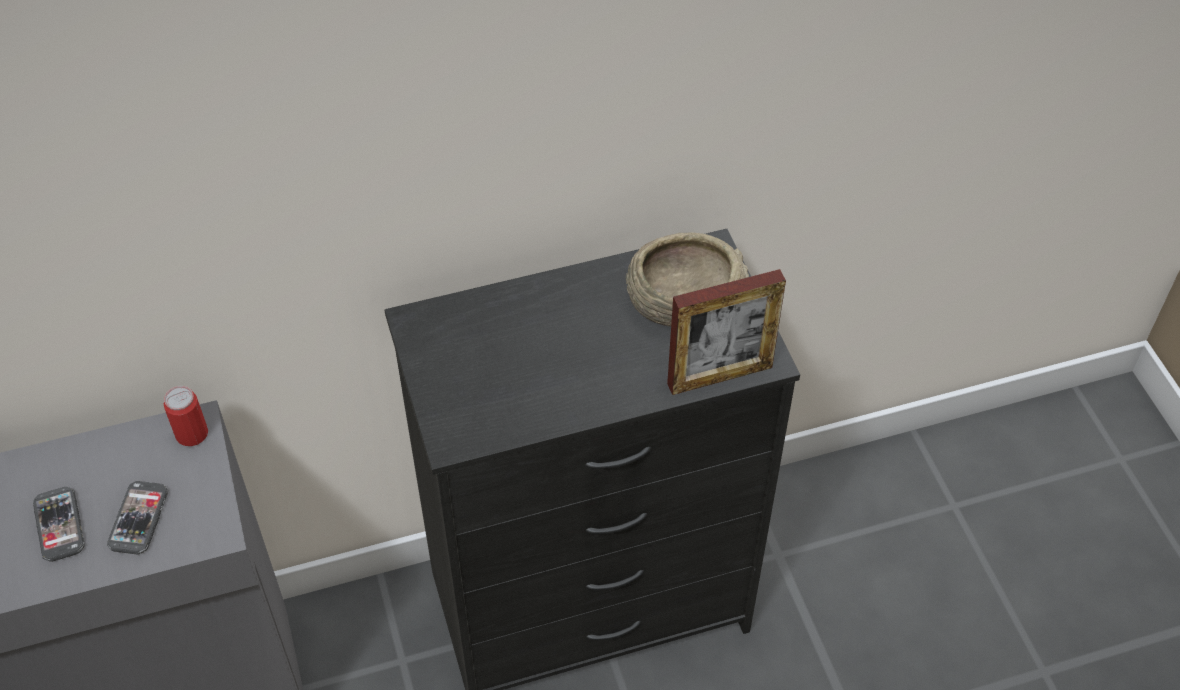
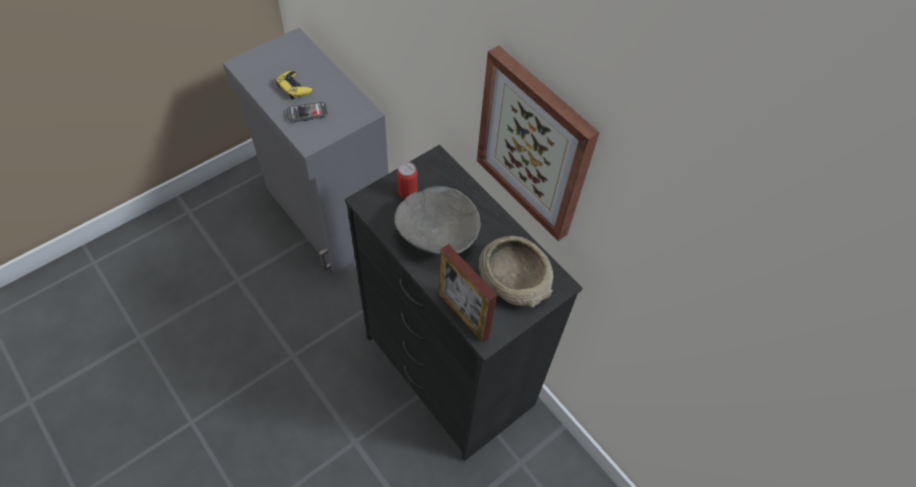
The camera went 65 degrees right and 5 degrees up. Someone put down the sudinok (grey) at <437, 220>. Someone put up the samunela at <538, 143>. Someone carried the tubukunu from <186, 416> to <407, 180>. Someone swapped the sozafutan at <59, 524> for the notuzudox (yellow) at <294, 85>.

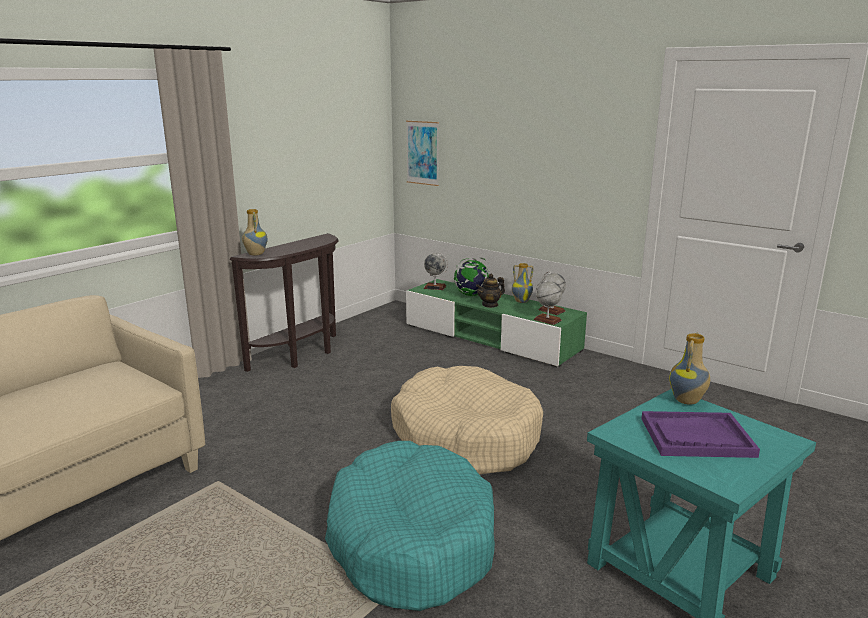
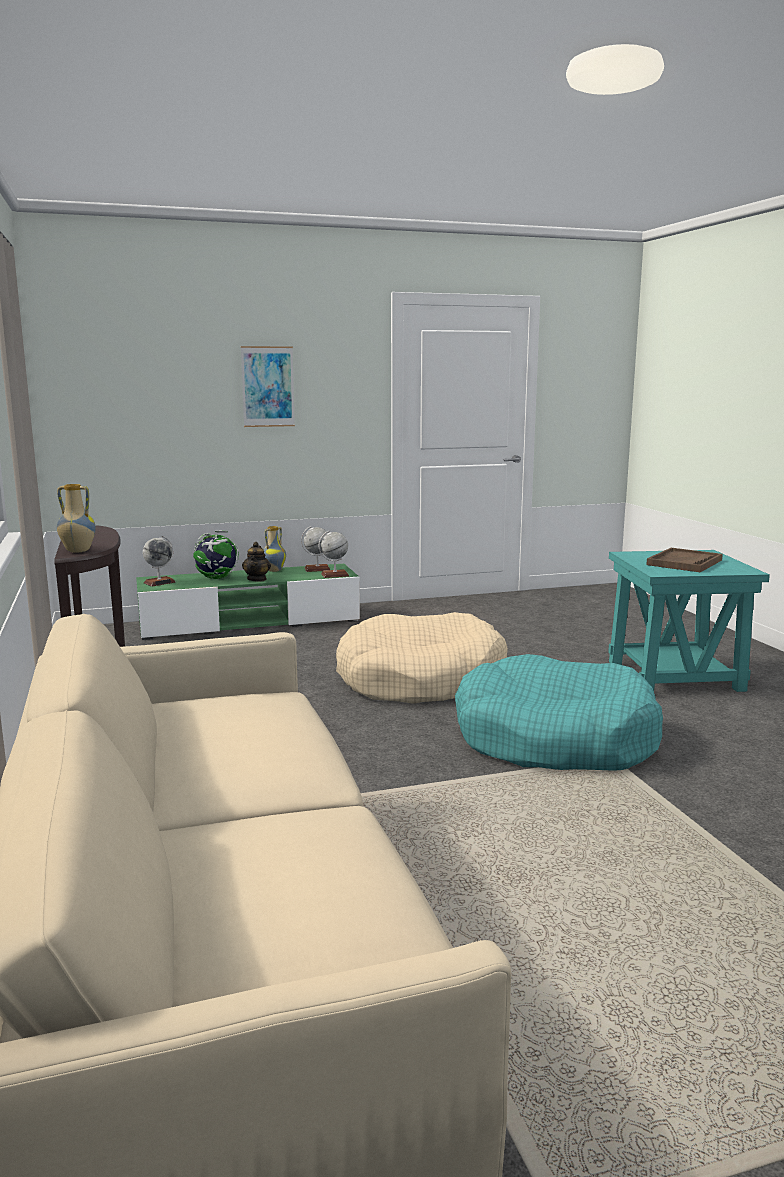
The camera went 55 degrees left and 5 degrees down. Someone took away the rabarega at <689, 369>. Someone carried the samunela from <422, 153> to <268, 386>. Someone repainted the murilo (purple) at <700, 434>, which became the murilo (brown) at <684, 560>.

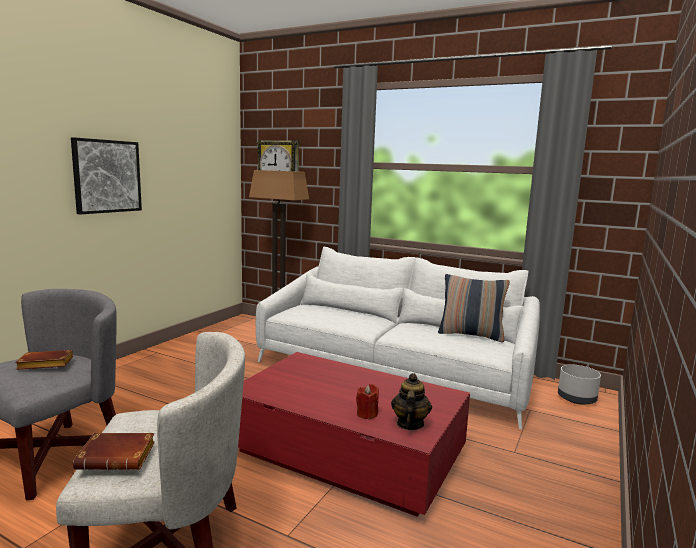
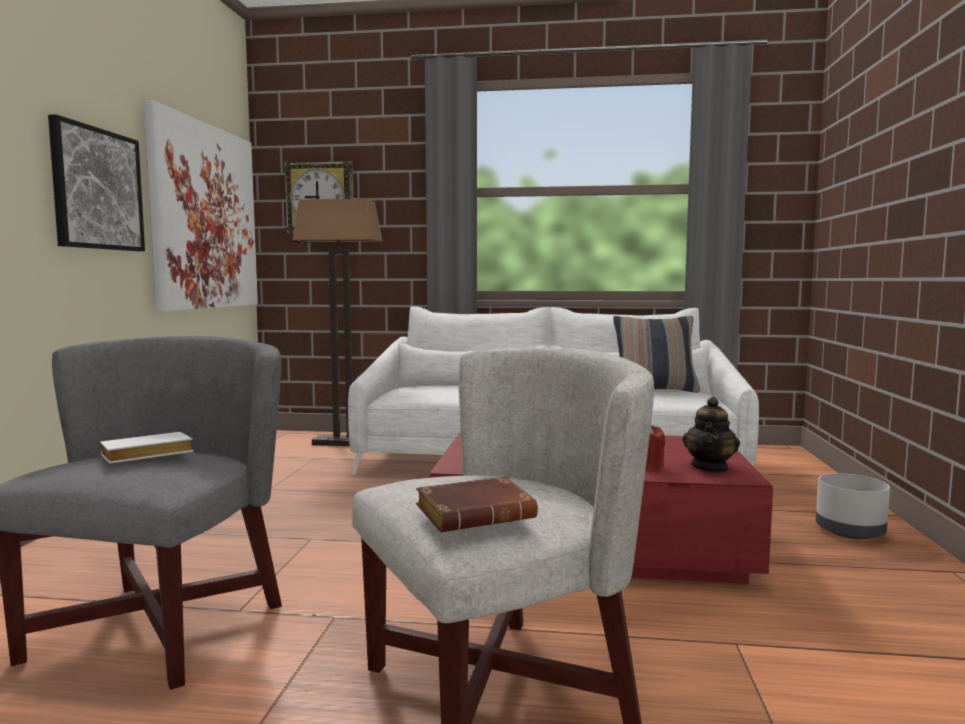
The camera went 20 degrees left and 5 degrees down. Someone put up the samunela at <201, 206>. Someone carried the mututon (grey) from <579, 385> to <853, 506>. Someone repainted the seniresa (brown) at <44, 360>, which became the seniresa (white) at <146, 448>. Someone rotated the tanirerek at <411, 401> by 150 degrees counterclockwise.

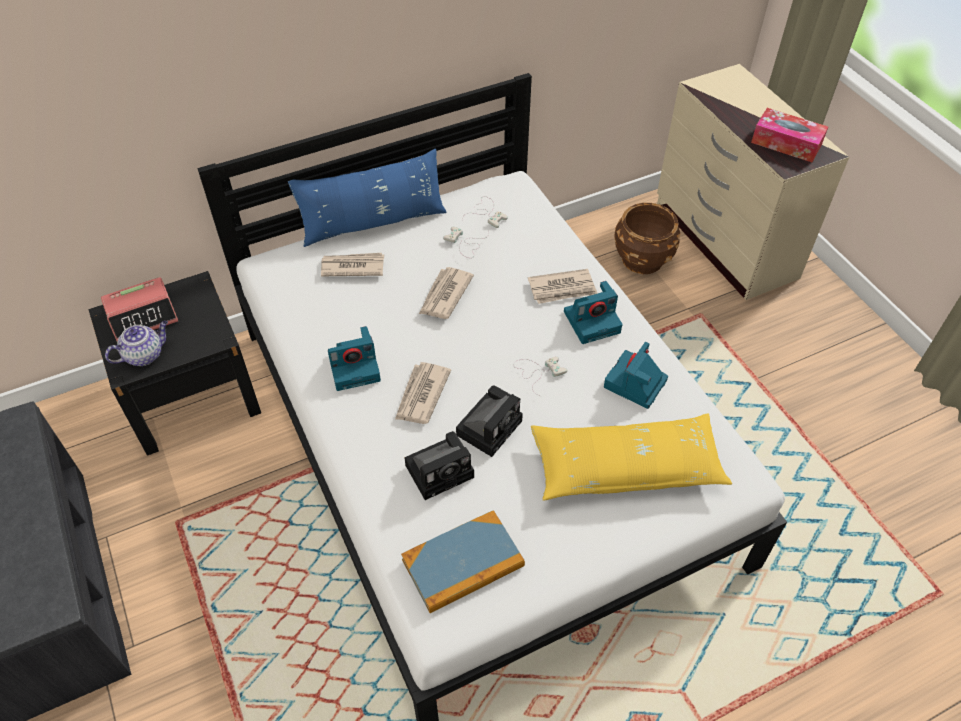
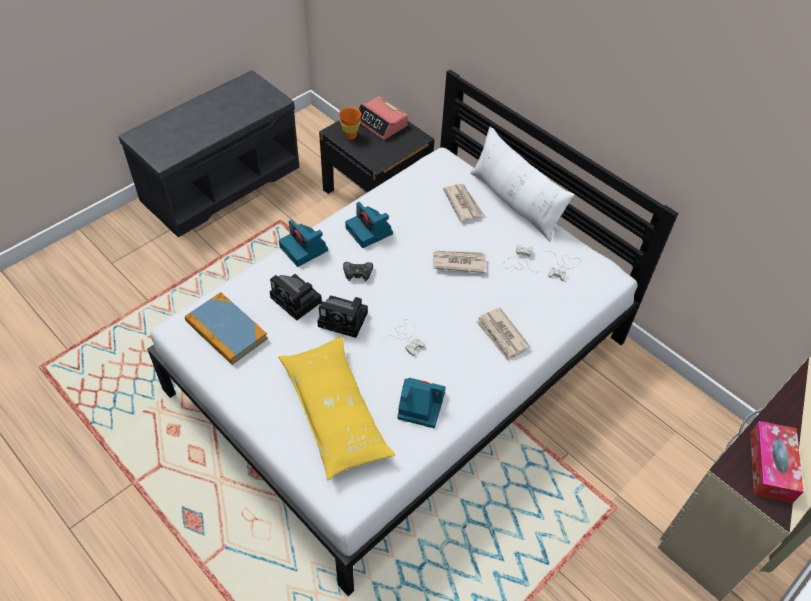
The camera went 70 degrees right and 0 degrees up. Someone took away the mututon (brown) at <647, 238>. Someone carried the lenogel from <593, 312> to <303, 243>. Someone swapped the tanirerek at <136, 343> for the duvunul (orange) at <350, 123>. Someone swapped the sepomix at <423, 393> for the notuzudox (black) at <358, 271>. Someone repainted the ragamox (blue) at <367, 198>, which became the ragamox (white) at <522, 184>.

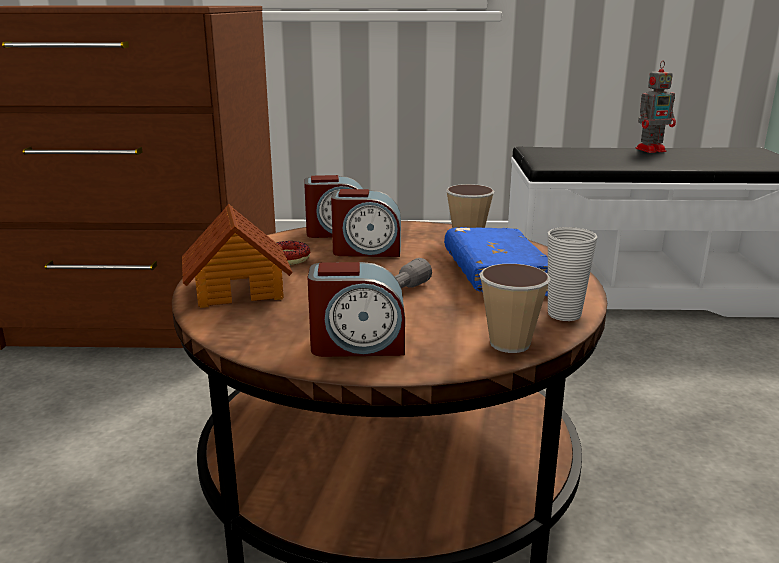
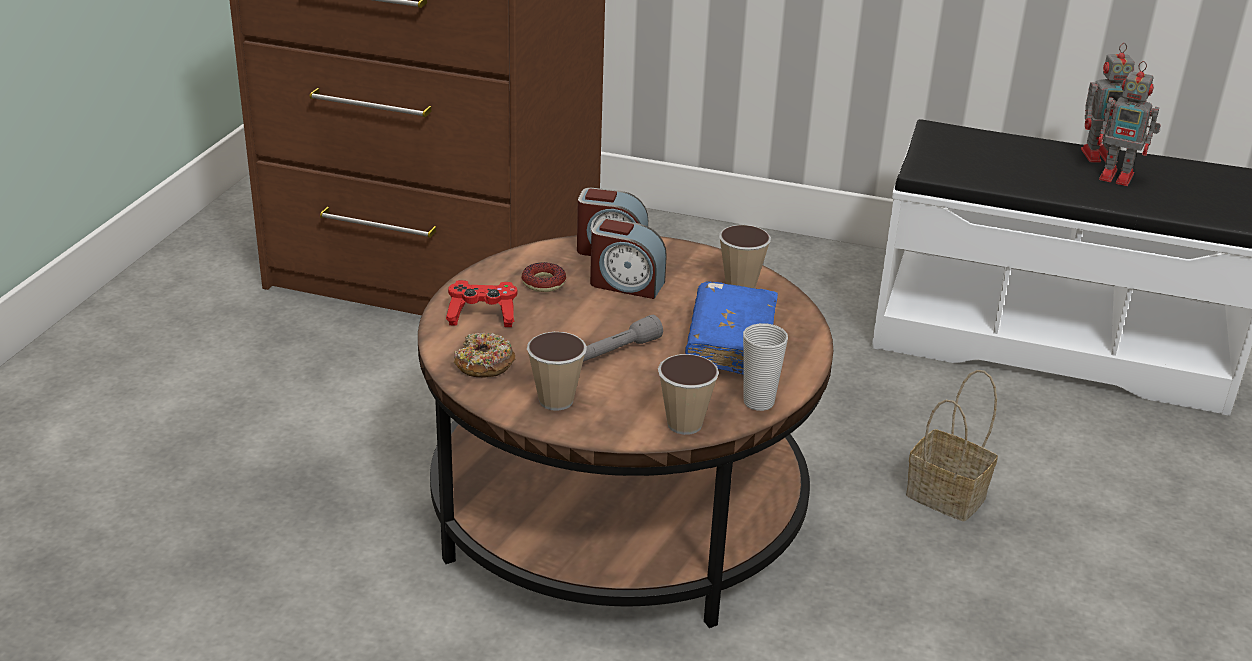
The camera went 15 degrees right and 10 degrees up. Someone put down the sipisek at <485, 355>. Someone put down the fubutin at <952, 445>. Someone put down the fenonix at <1129, 123>. Someone swapped the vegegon at <237, 256> for the notuzudox (red) at <481, 303>. Someone swapped the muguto at <356, 309> for the duvunul at <557, 371>.

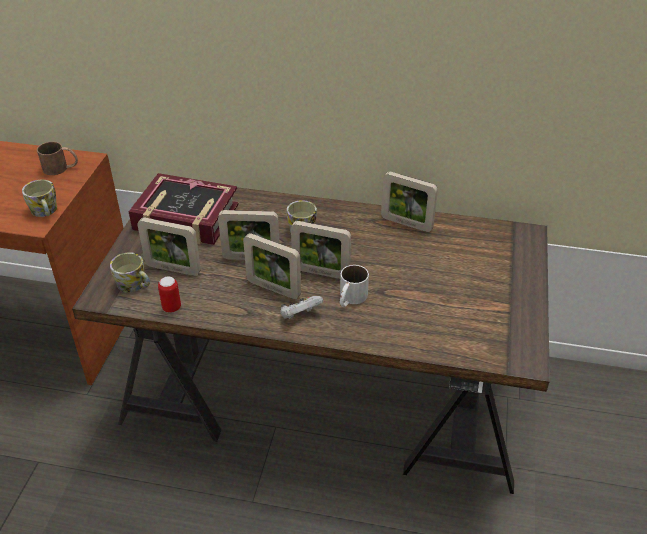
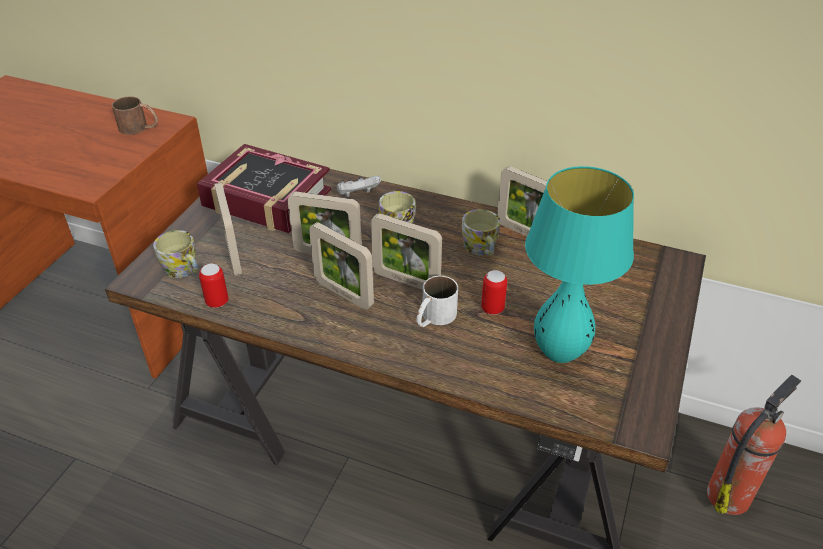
The camera went 10 degrees right and 0 degrees up. Someone put down the tubukunu at <494, 292>. Someone put down the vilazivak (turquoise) at <579, 264>. Someone put down the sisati at <754, 445>. Someone carried the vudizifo from <39, 198> to <481, 232>. Someone carried the notuzudox (white) from <301, 307> to <359, 186>. Someone rotated the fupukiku at <169, 246> by 45 degrees clockwise.

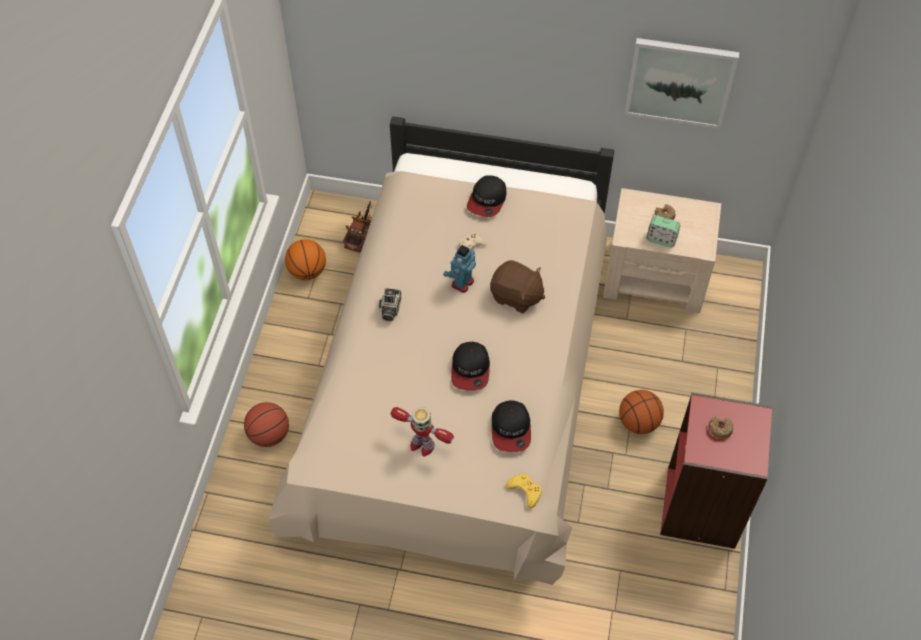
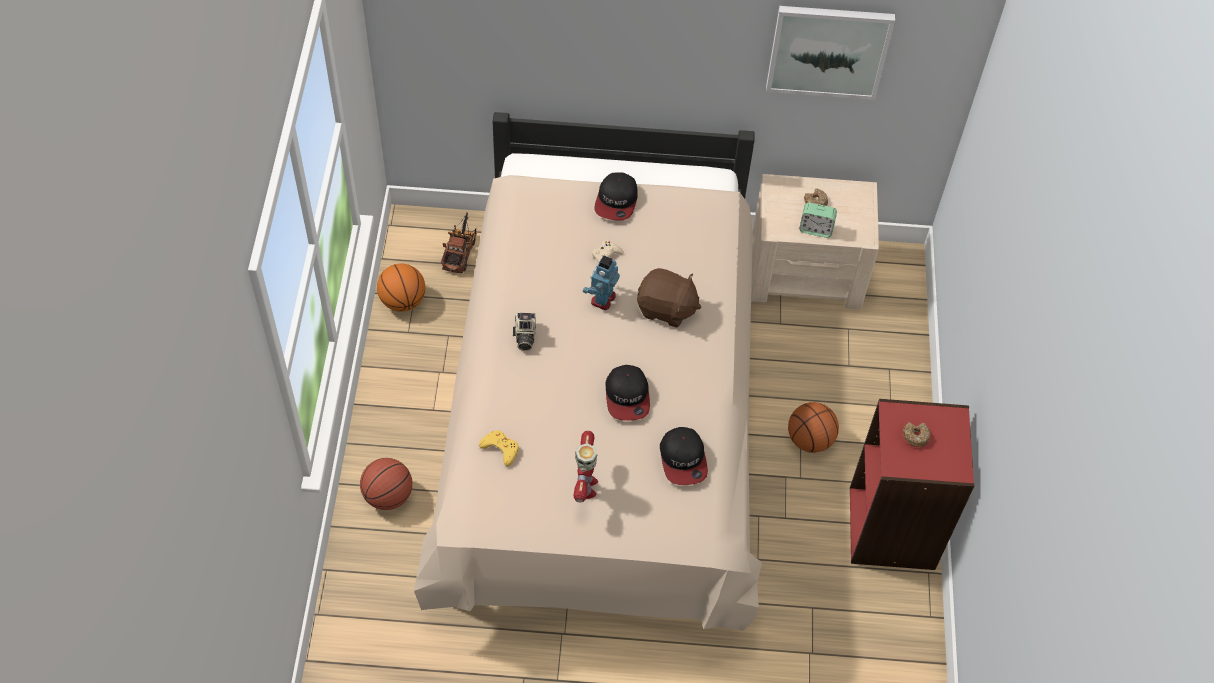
The camera went 10 degrees left and 0 degrees up. Someone carried the notuzudox (yellow) from <524, 491> to <499, 448>. Someone rotated the fenonix at <422, 431> by 105 degrees counterclockwise.

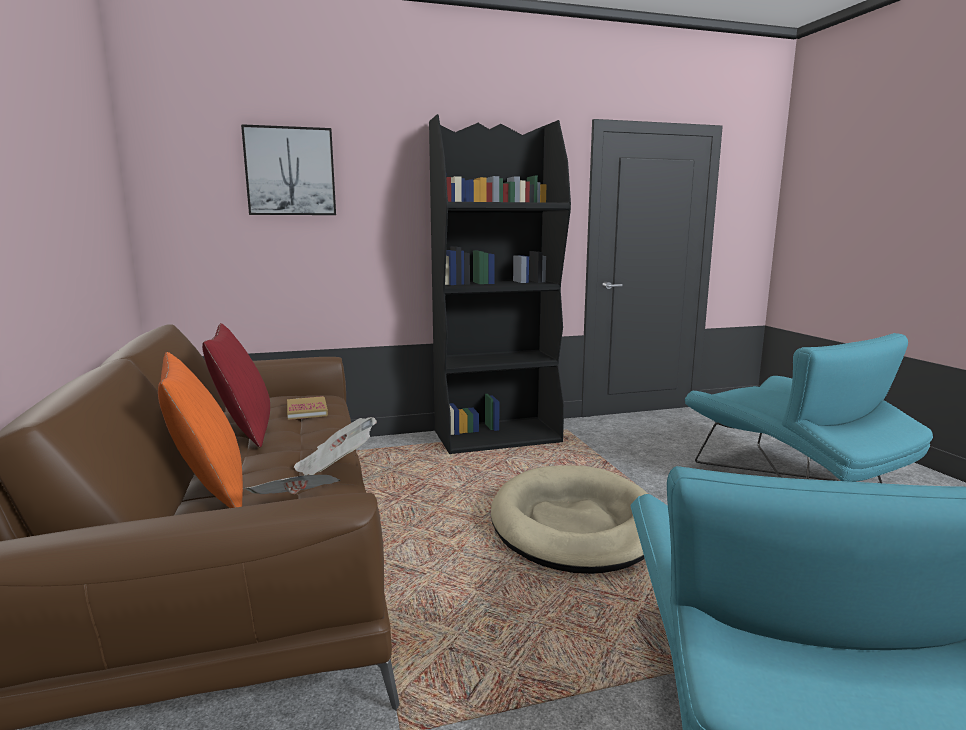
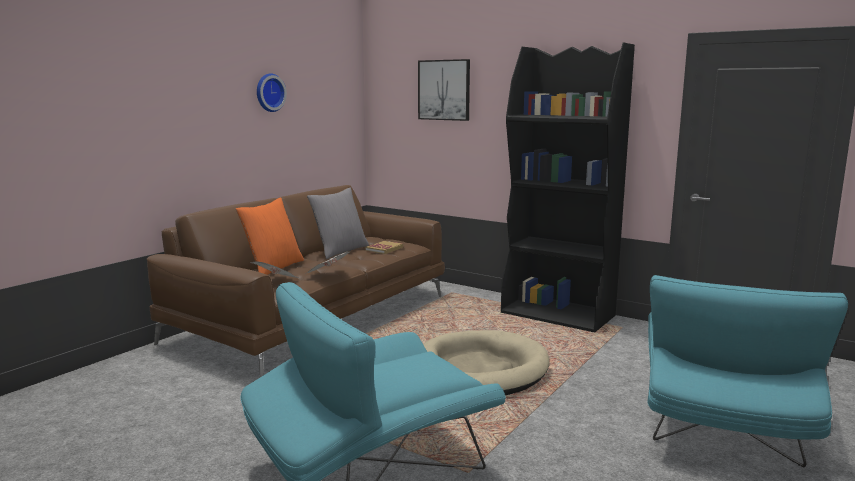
The camera went 50 degrees right and 0 degrees up. Someone put up the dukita at <272, 92>. Someone repainted the ragamox (red) at <236, 385>, which became the ragamox (grey) at <338, 223>.

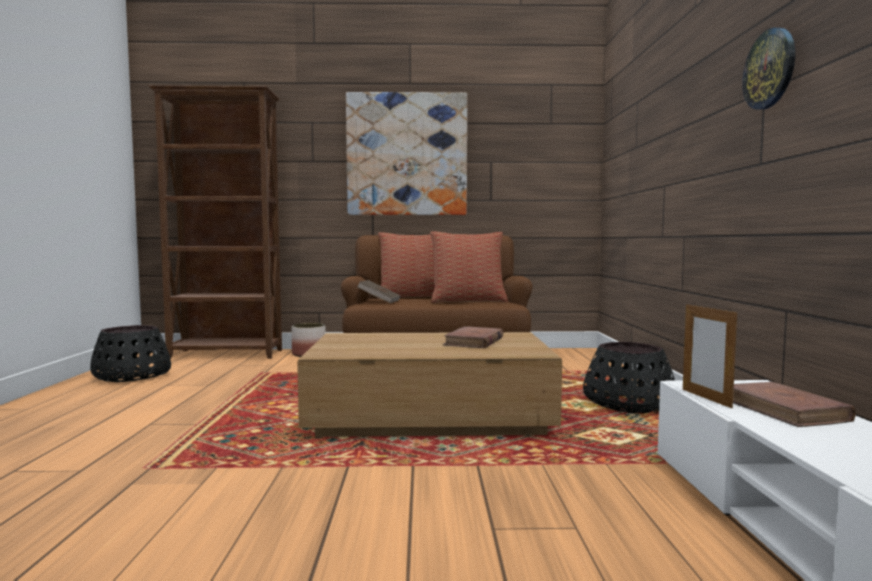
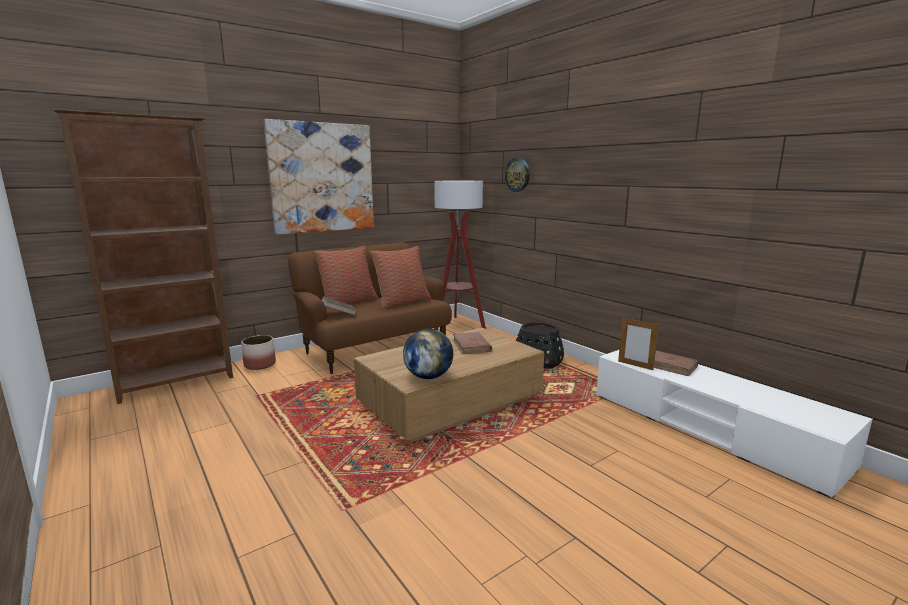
The camera went 35 degrees left and 10 degrees up. Someone took away the mututon (black) at <130, 353>. Someone put down the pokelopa at <428, 354>. Someone put down the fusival at <460, 255>. Someone carried the dukita from <768, 68> to <517, 175>.

